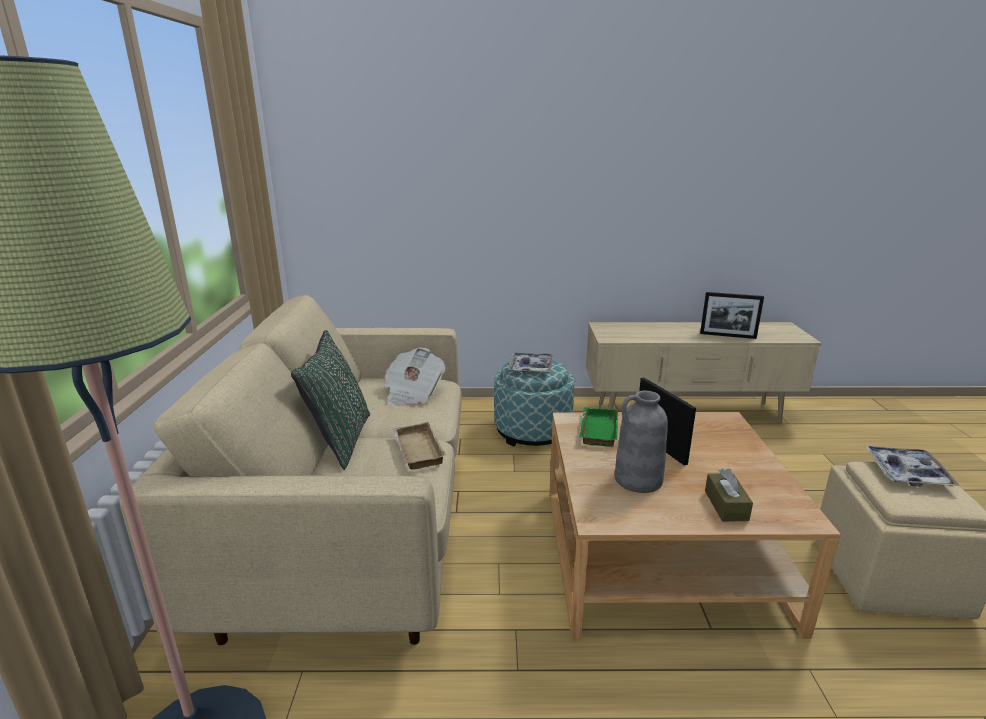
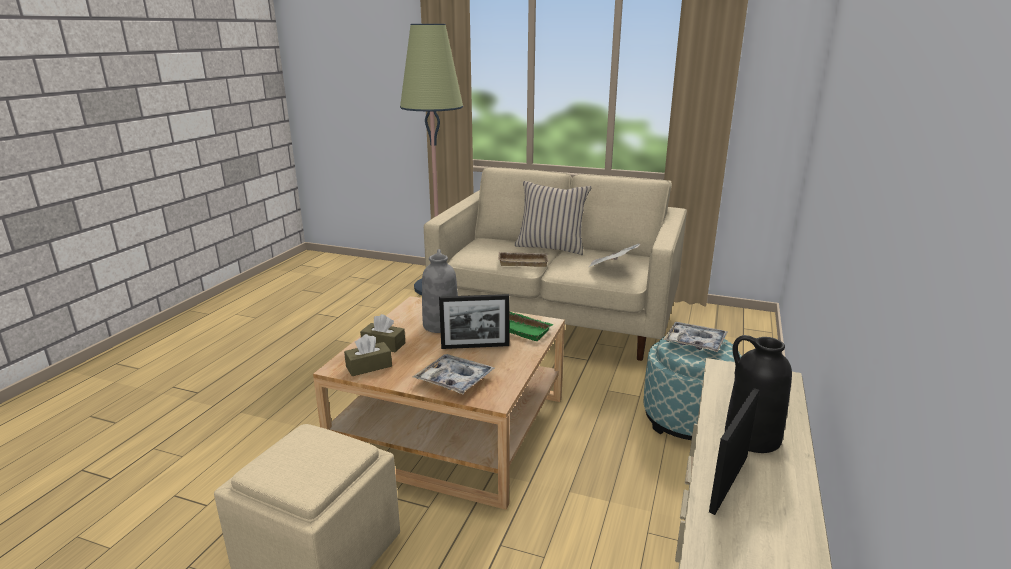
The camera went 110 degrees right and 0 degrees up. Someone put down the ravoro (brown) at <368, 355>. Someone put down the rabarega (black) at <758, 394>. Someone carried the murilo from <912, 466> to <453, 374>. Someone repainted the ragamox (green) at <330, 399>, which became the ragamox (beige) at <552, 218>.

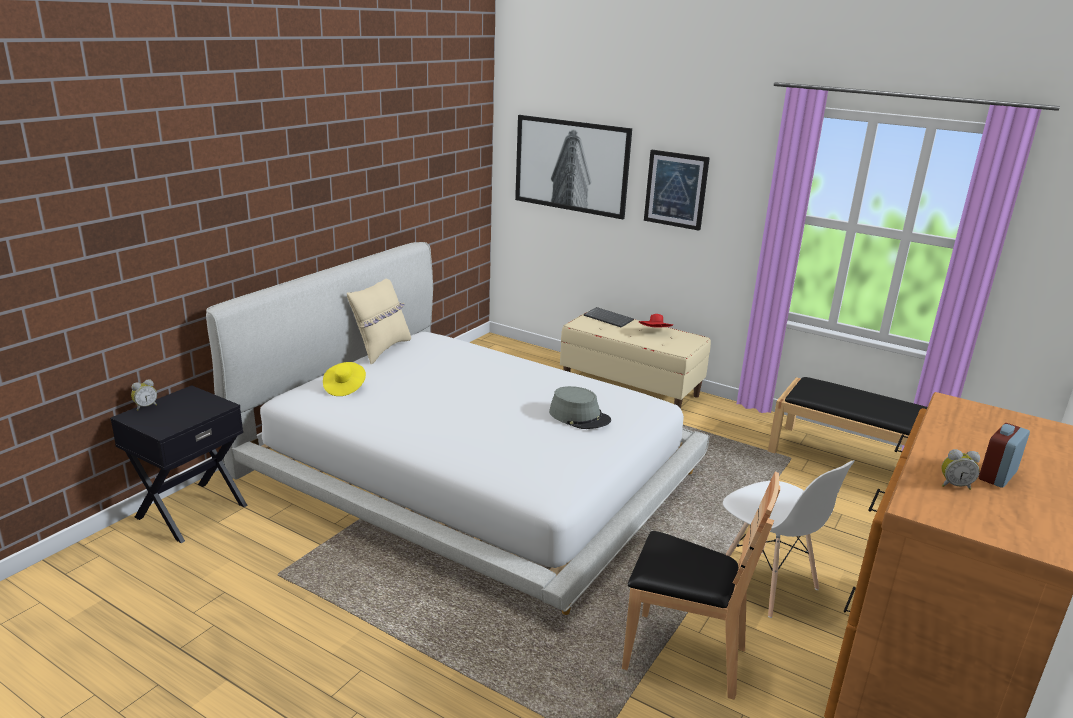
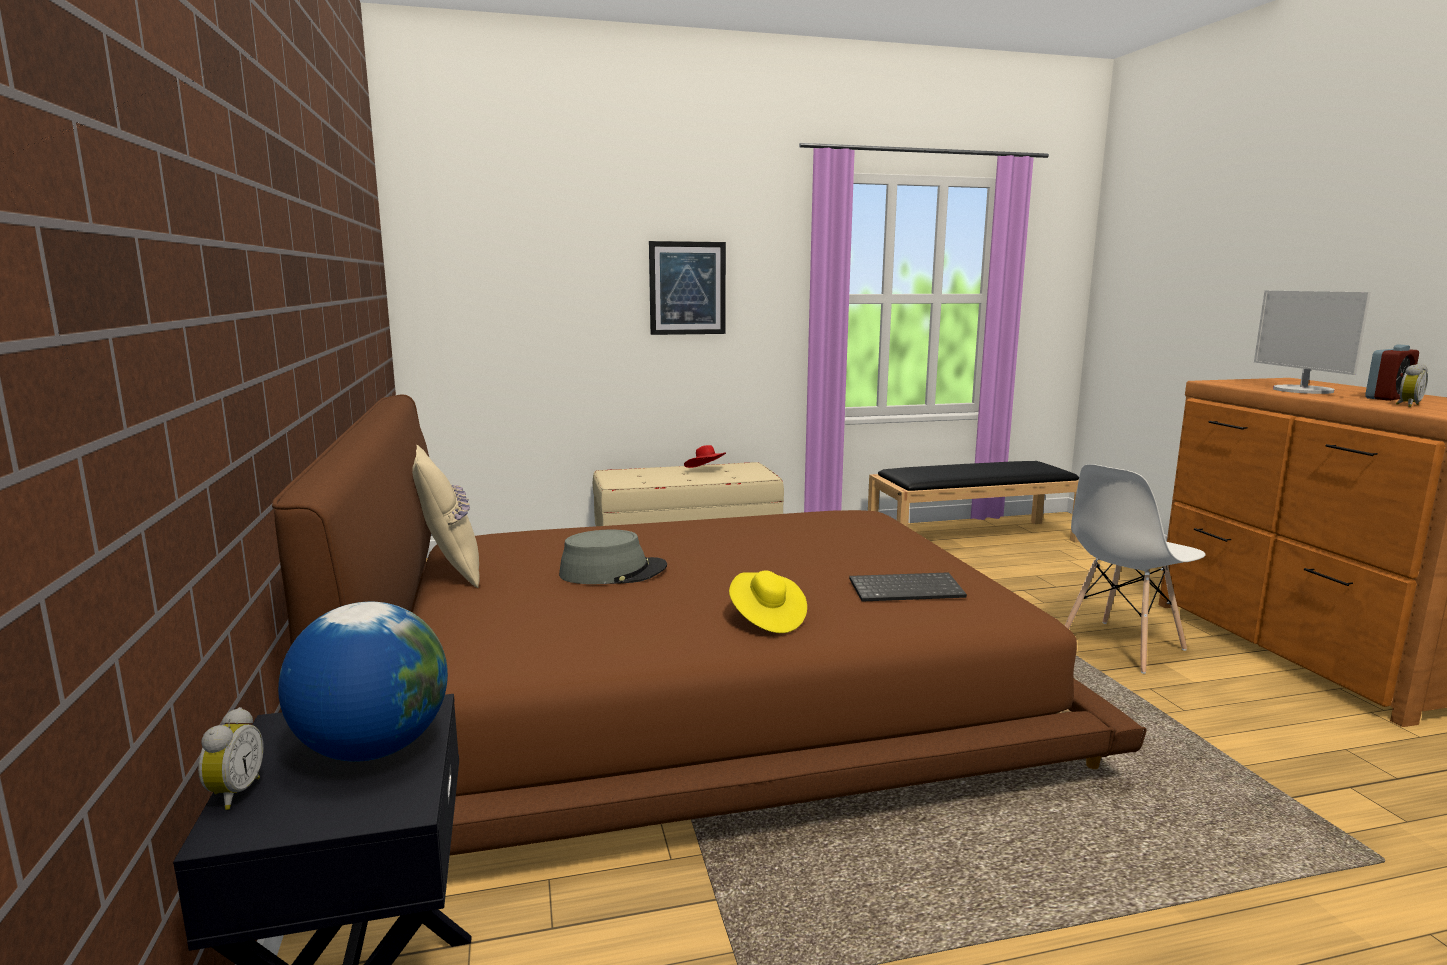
The camera went 45 degrees left and 10 degrees down. Someone took away the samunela at <573, 167>. Someone took away the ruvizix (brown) at <701, 586>. Someone put down the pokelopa at <363, 682>. Someone put down the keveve at <1312, 342>. Someone carried the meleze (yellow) from <344, 379> to <768, 601>. Someone carried the meleze (grey) from <580, 407> to <613, 557>. Someone carried the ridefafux from <609, 317> to <908, 587>. Someone repainted the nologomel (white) at <458, 428>, which became the nologomel (brown) at <709, 625>. Someone rotated the ruvizix (white) at <789, 539> by 135 degrees clockwise. Someone rotated the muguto at <1004, 455> by 120 degrees counterclockwise.

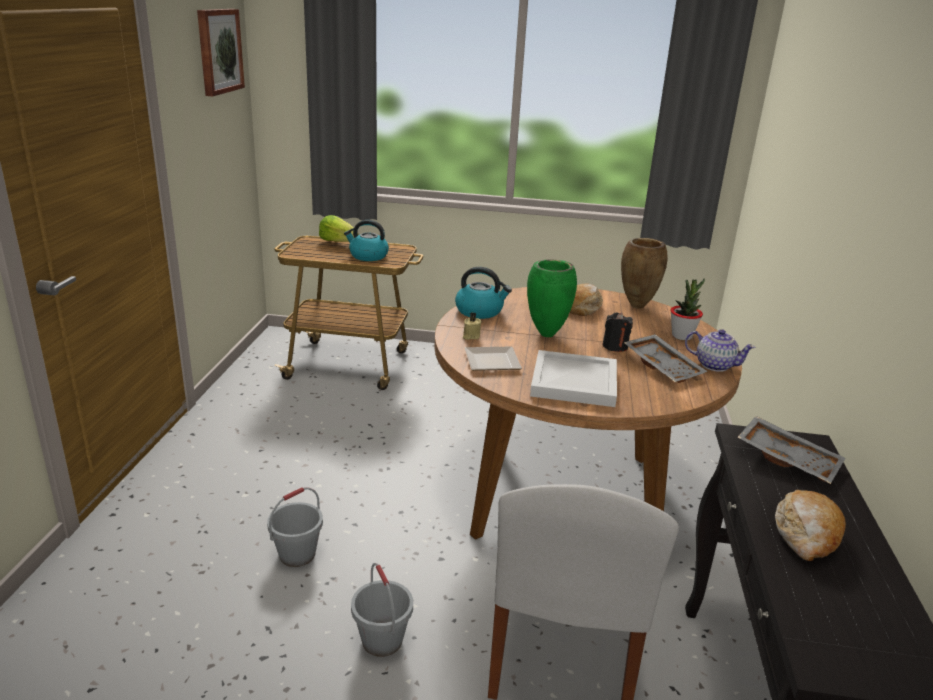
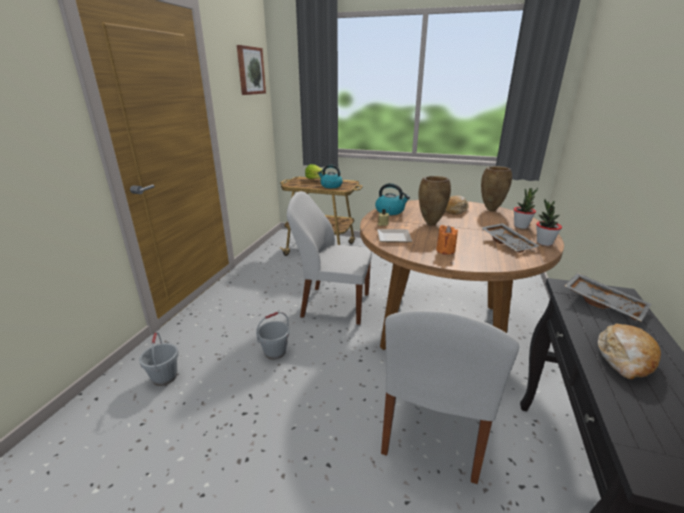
The camera went 10 degrees right and 0 degrees up. Someone took away the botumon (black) at <618, 332>. Someone put down the ruvizix (white) at <329, 258>. Someone carried the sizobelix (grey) from <382, 610> to <159, 359>. Someone swapped the murilo (white) at <573, 378> for the botumon (orange) at <447, 240>. Someone swapped the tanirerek at <720, 350> for the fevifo at <549, 222>. Someone repainted the rabarega (green) at <552, 298>, which became the rabarega (brown) at <435, 200>.

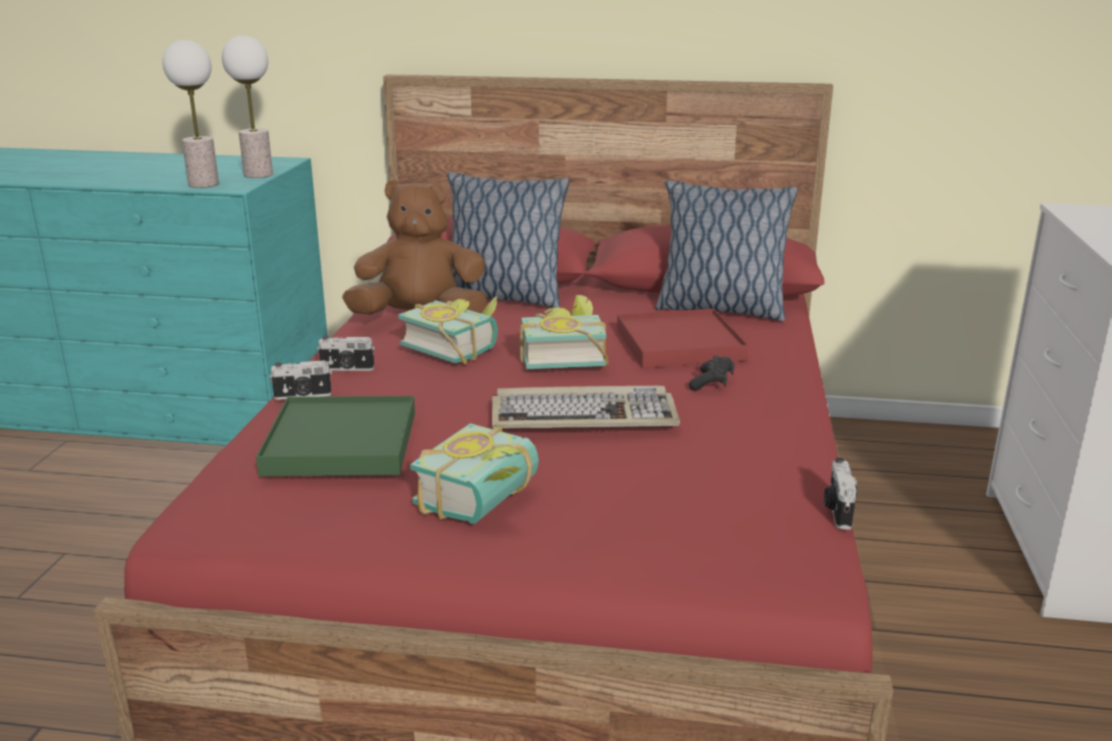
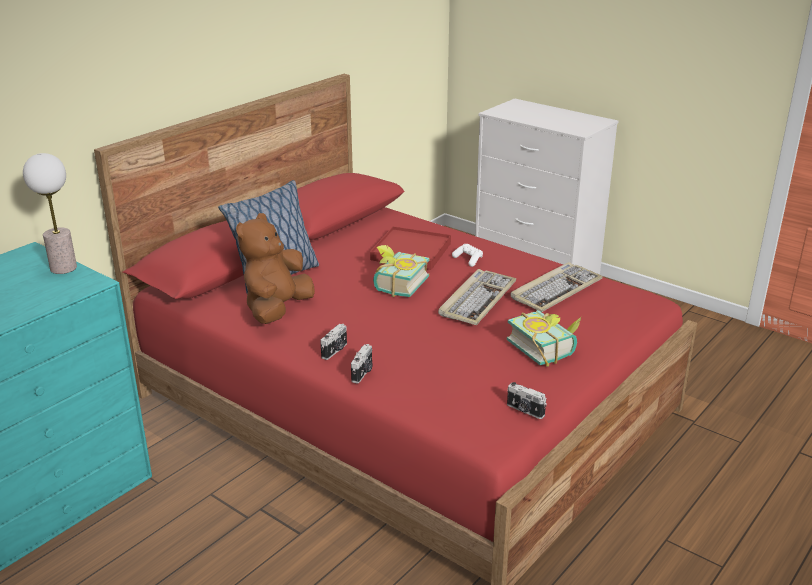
The camera went 60 degrees left and 5 degrees up. Someone took away the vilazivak at <190, 114>. Someone took away the murilo (green) at <335, 436>. Someone took away the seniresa at <448, 330>. Someone took away the ragamox at <727, 250>. Someone put down the ridefafux at <556, 287>. Someone carried the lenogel from <840, 493> to <527, 400>. Someone repainted the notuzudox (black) at <711, 373>, which became the notuzudox (white) at <467, 255>.

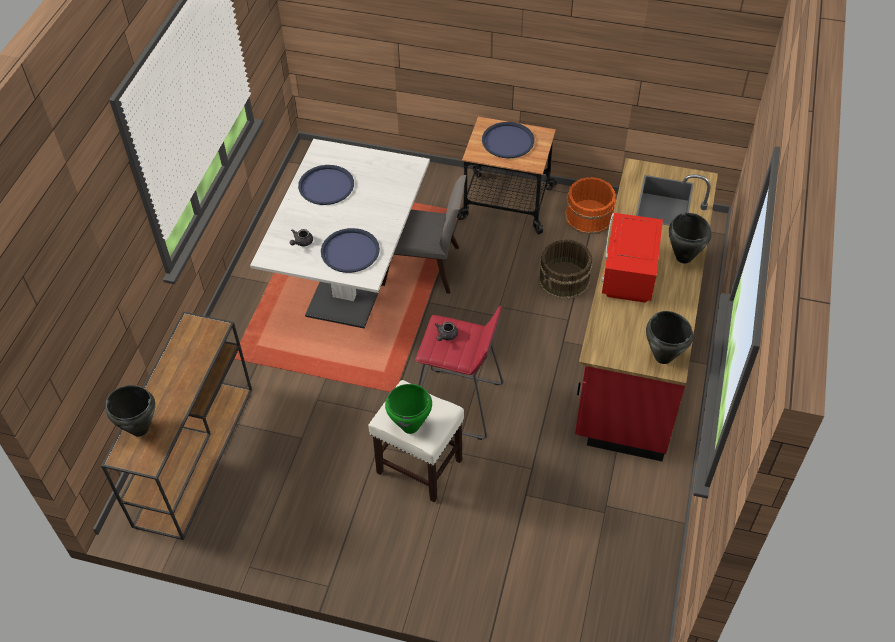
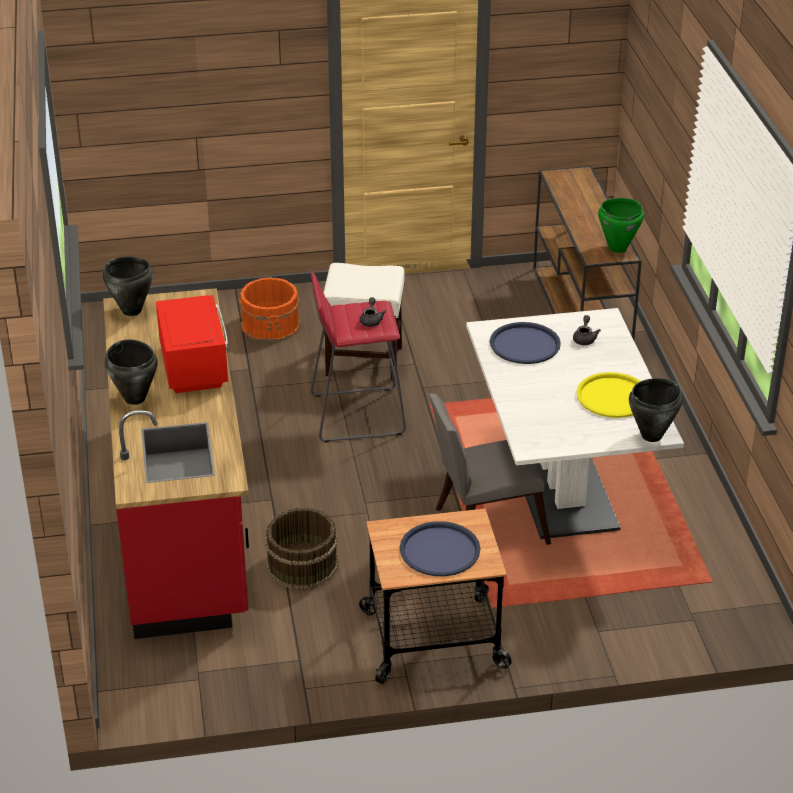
The camera went 155 degrees right and 15 degrees down. Someone carried the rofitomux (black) from <130, 411> to <656, 410>. Someone carried the rofitomux (green) from <408, 409> to <621, 225>. Someone carried the sizobelix (orange) from <590, 206> to <269, 310>. Someone repainted the murilo (blue) at <326, 185>, which became the murilo (yellow) at <608, 395>.

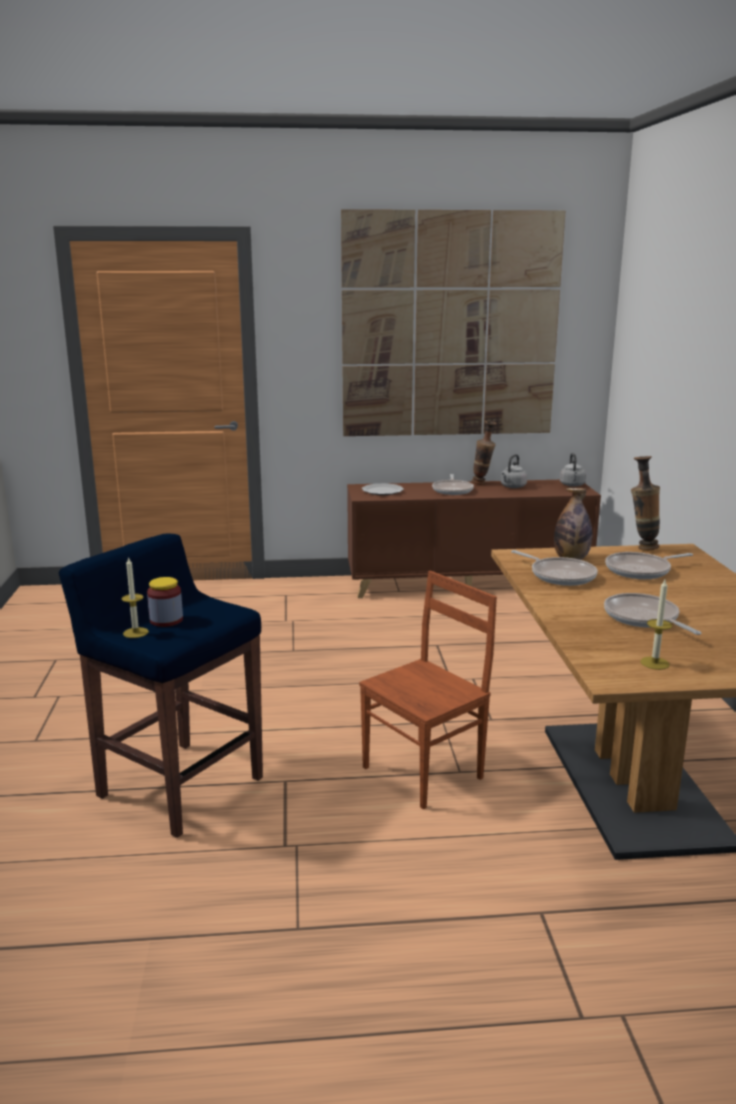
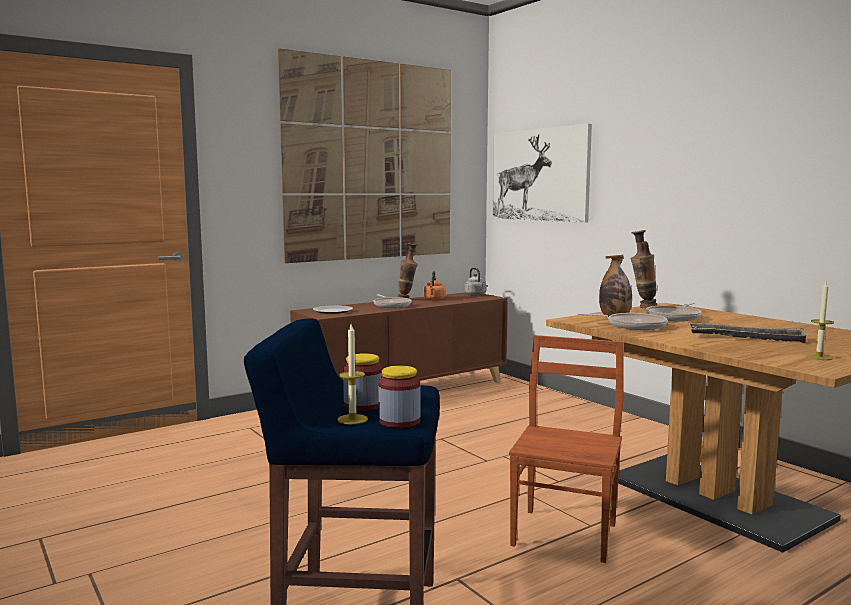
The camera went 30 degrees left and 10 degrees down. Someone put down the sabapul at <399, 397>. Someone put up the samunela at <542, 173>. Someone swapped the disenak at <653, 614> for the murilo at <749, 333>. Someone repainted the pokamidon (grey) at <514, 471>, which became the pokamidon (orange) at <434, 285>.

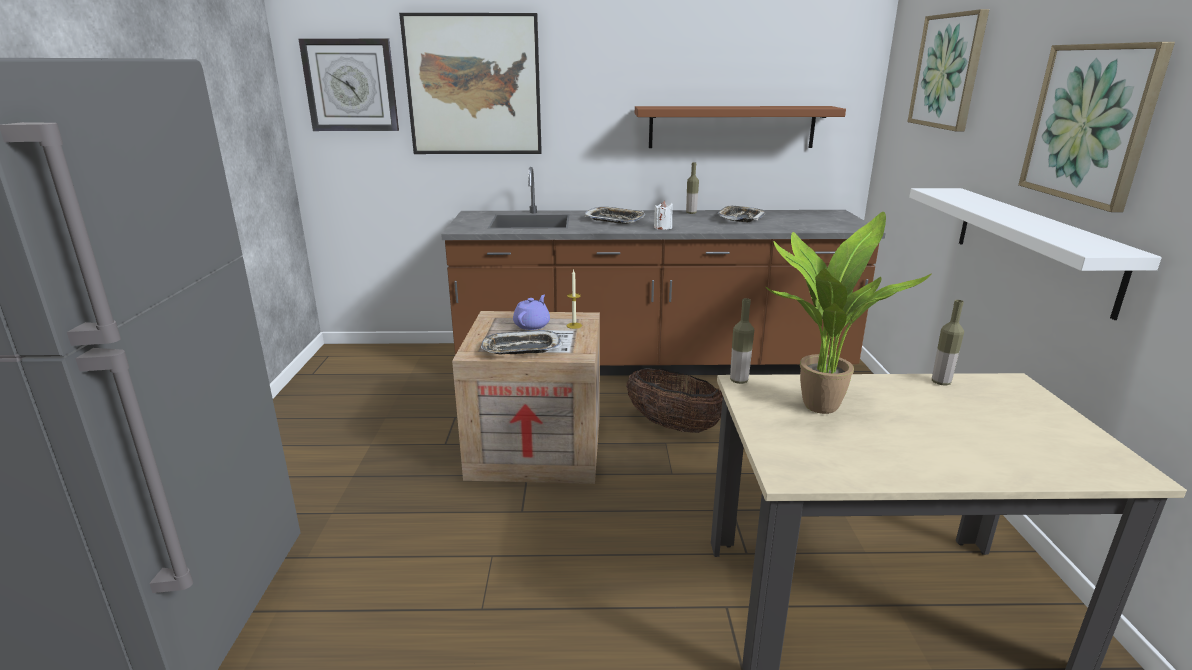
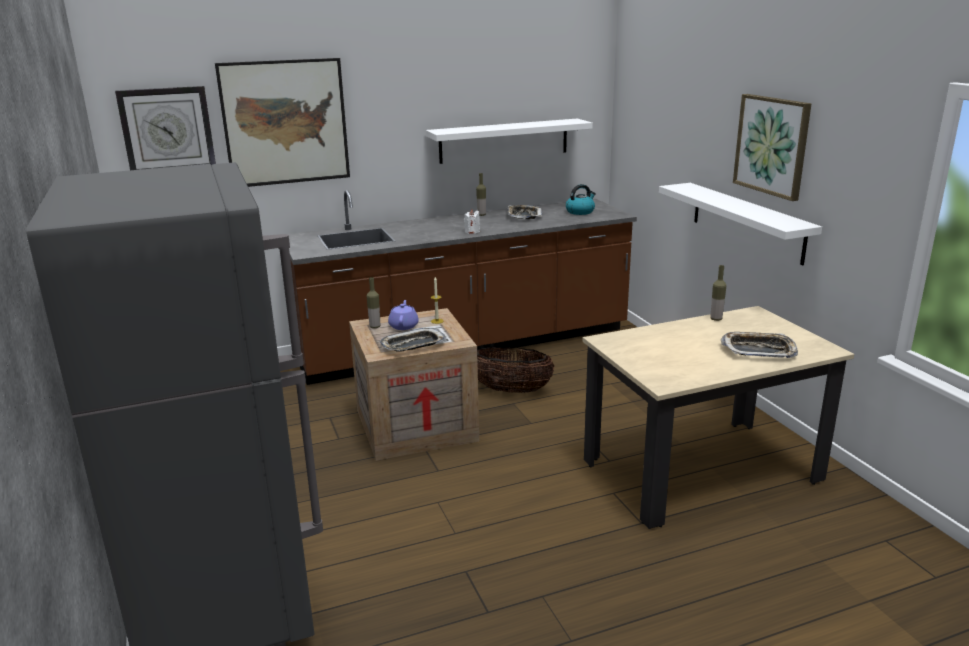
The camera went 20 degrees left and 0 degrees up. Someone took away the fevifo at <849, 313>. Someone took away the samunela at <948, 70>. Someone put down the pokamidon at <581, 199>. Someone carried the murilo from <614, 215> to <759, 345>. Someone carried the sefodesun from <742, 341> to <373, 302>. Someone repainted the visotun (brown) at <740, 127>, which became the visotun (white) at <509, 141>.

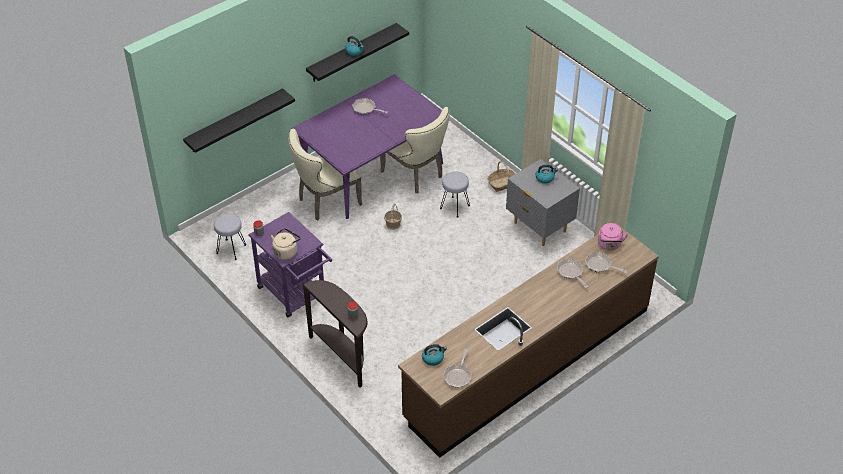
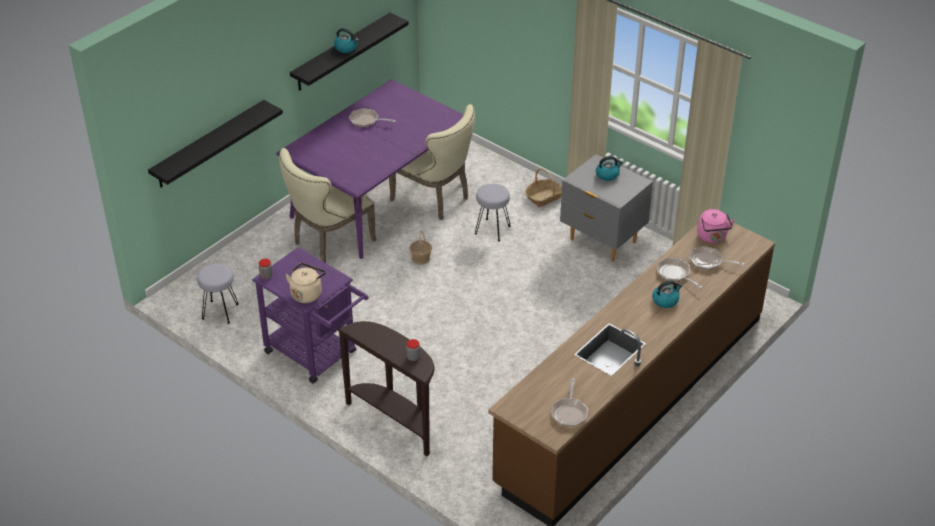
The camera went 10 degrees left and 5 degrees down. Someone carried the pokamidon from <434, 355> to <667, 294>.

